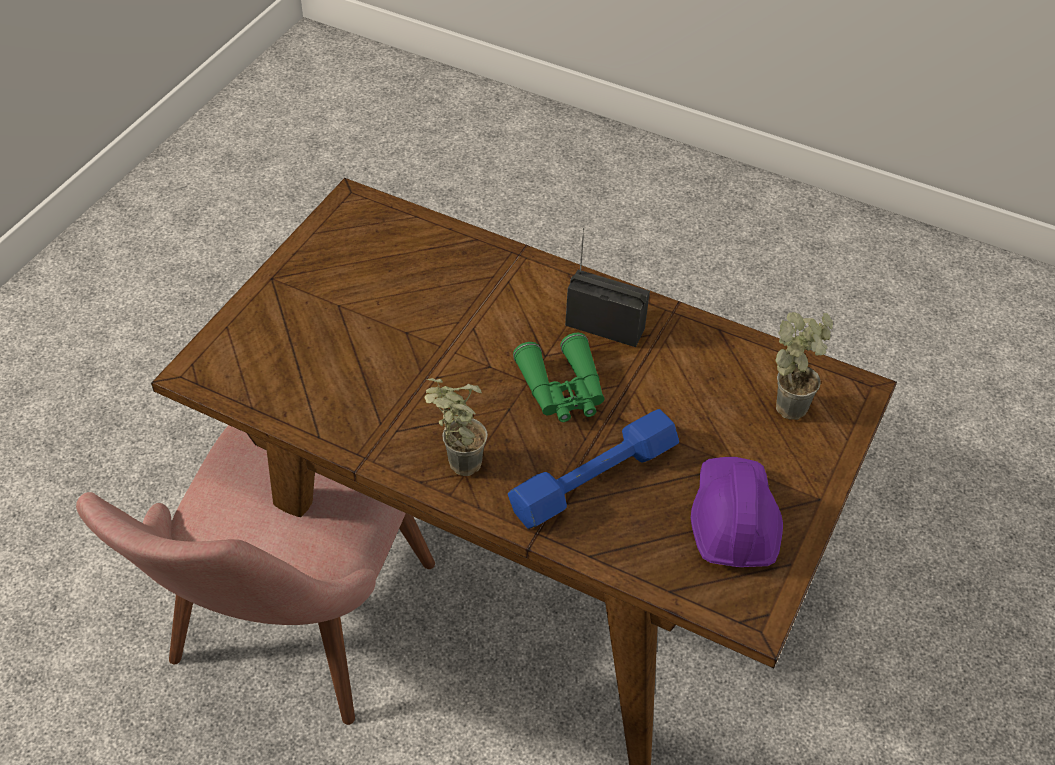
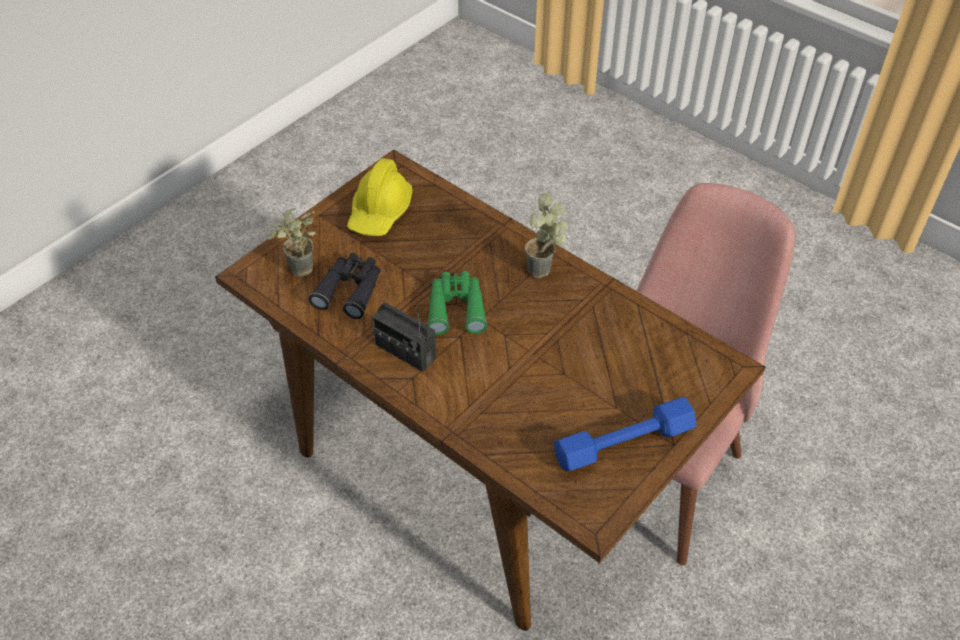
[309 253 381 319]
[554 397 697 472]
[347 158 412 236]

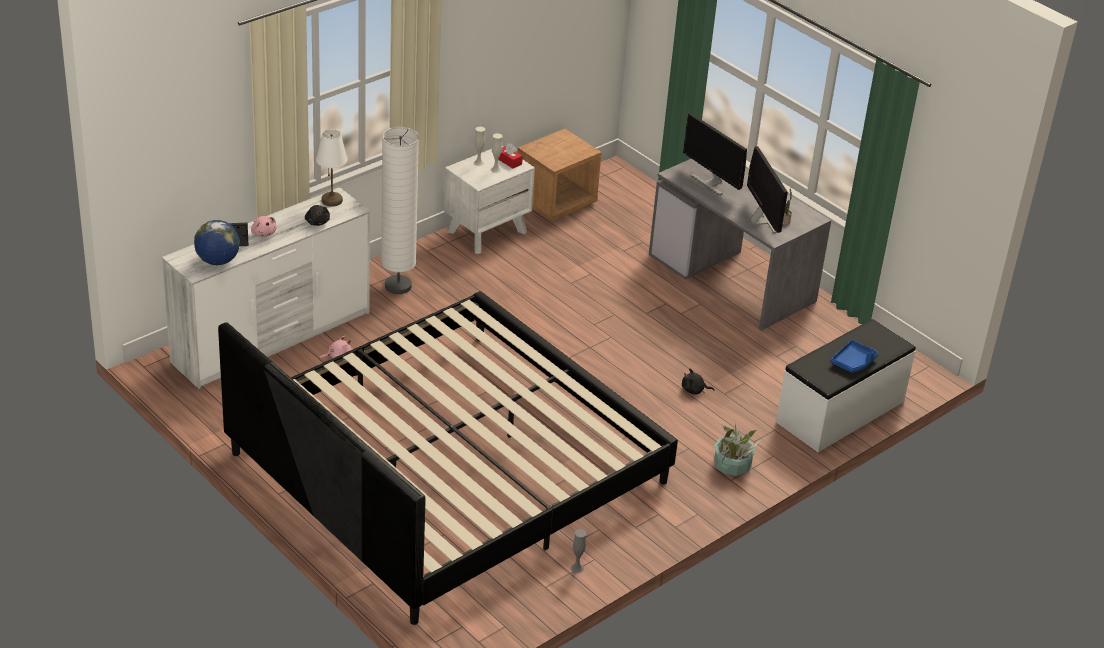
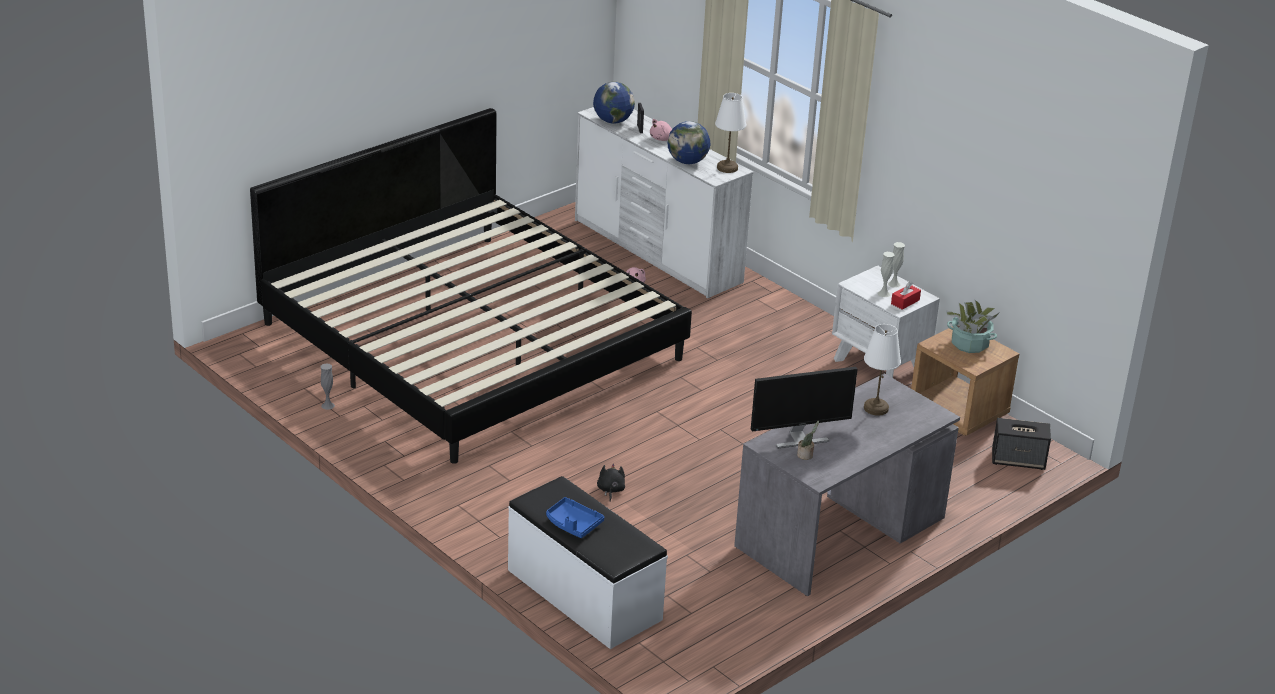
[381 127 419 294] (first image)
[992 418 1051 470]
[946 299 1000 353]
[668 121 710 164]
[864 324 901 416]

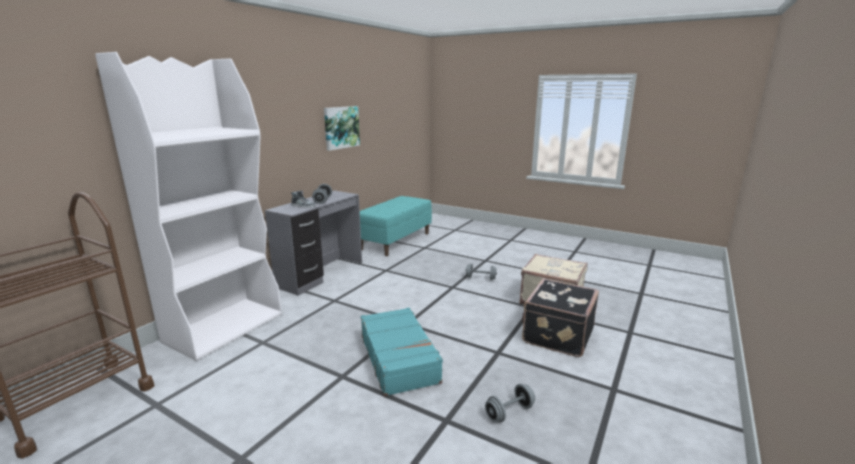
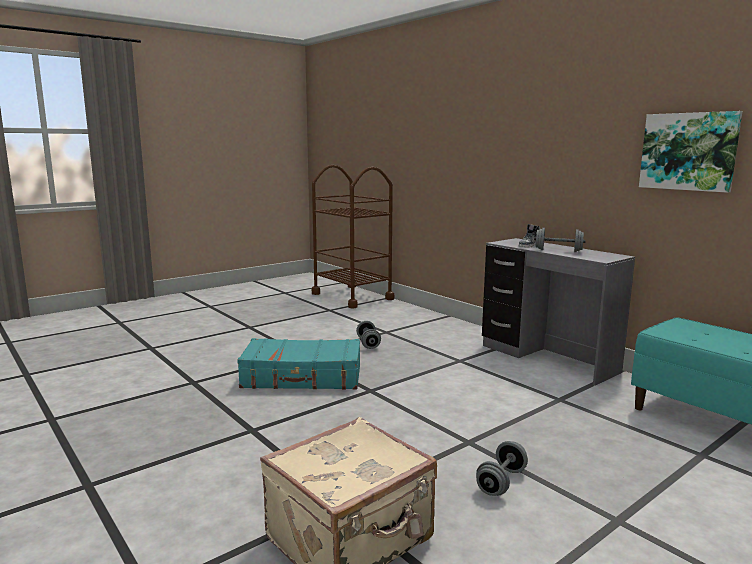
[95 52 282 361] (first image)
[521 278 599 357] (first image)
[356 321 381 349]

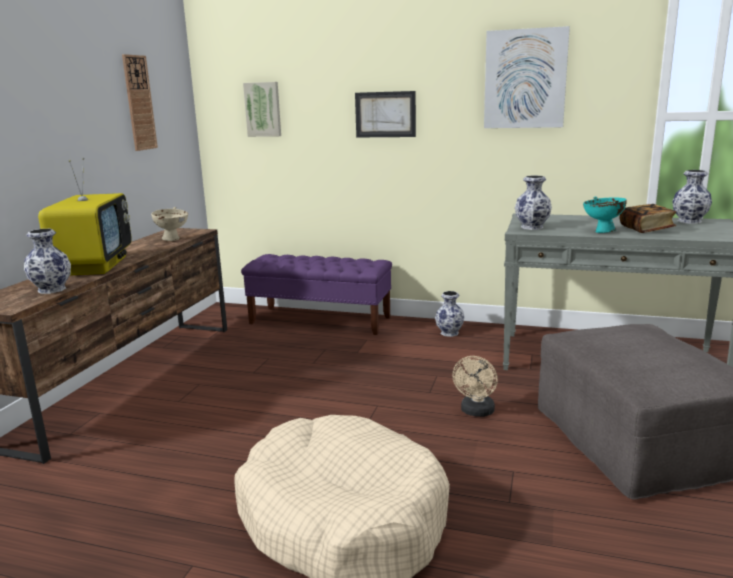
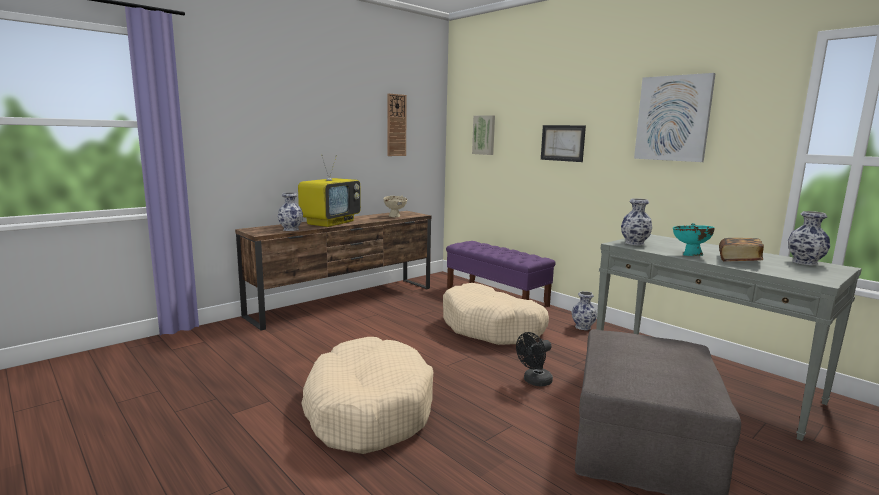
[443 283 549 345]
[516 332 553 386]

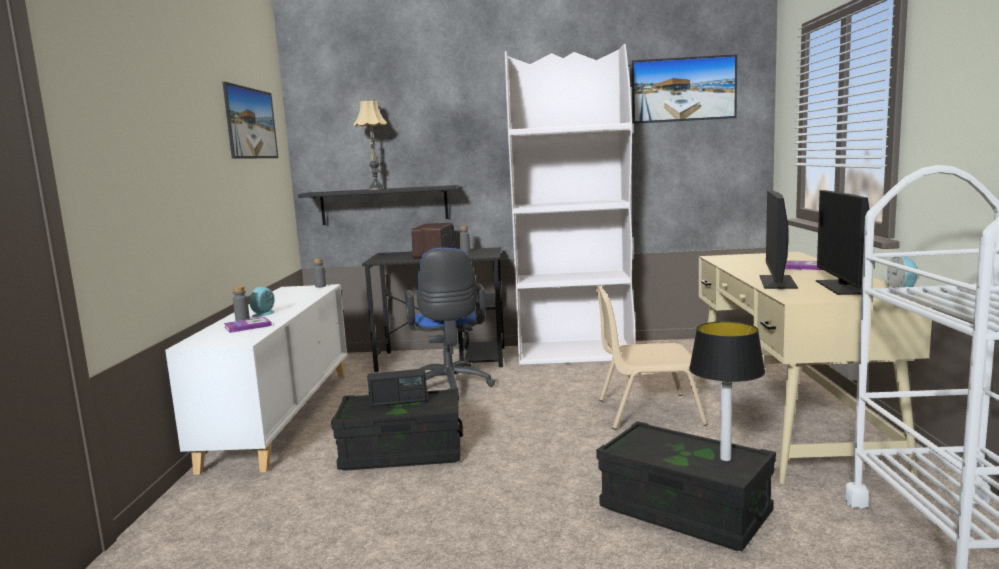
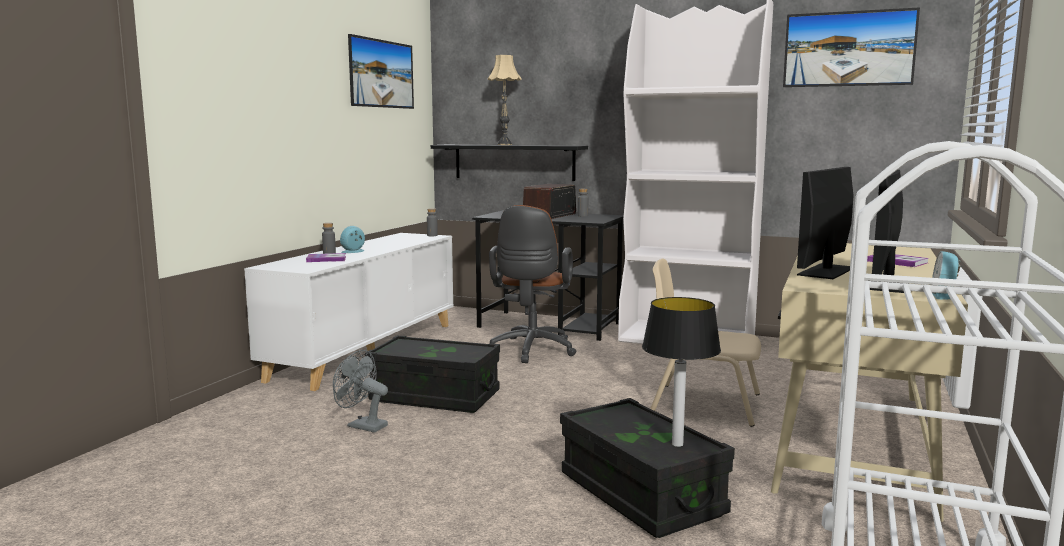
[368 368 428 407] (first image)
[333 350 388 433]
[489 205 577 363]

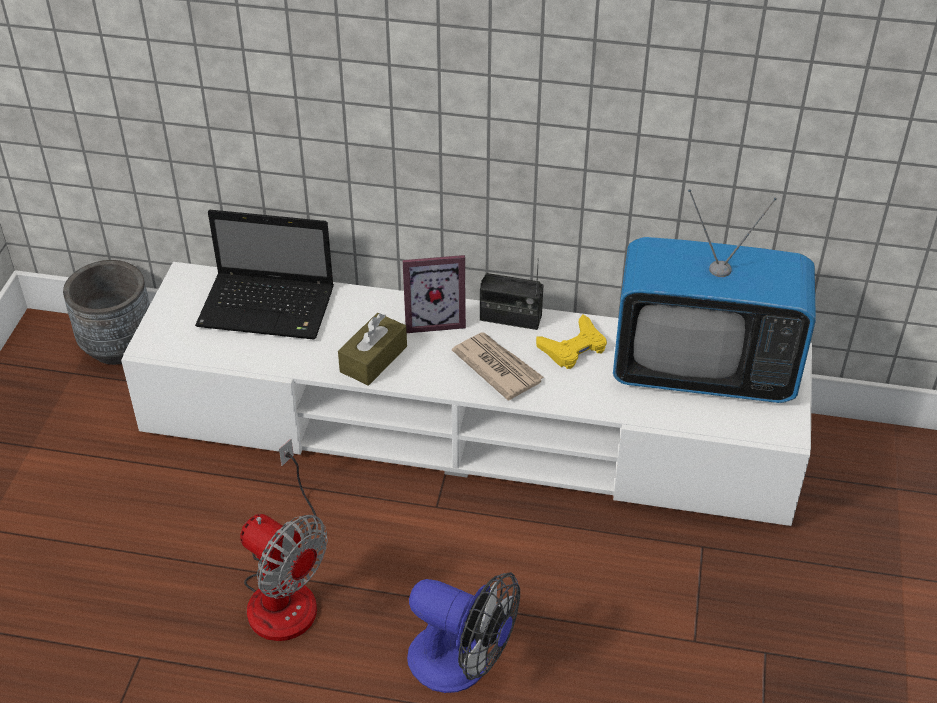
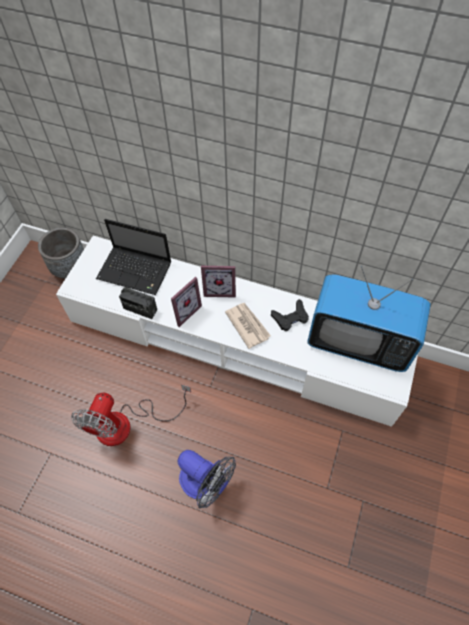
[119 287 157 319]
[171 277 202 327]
[271 299 309 331]
[71 384 191 446]

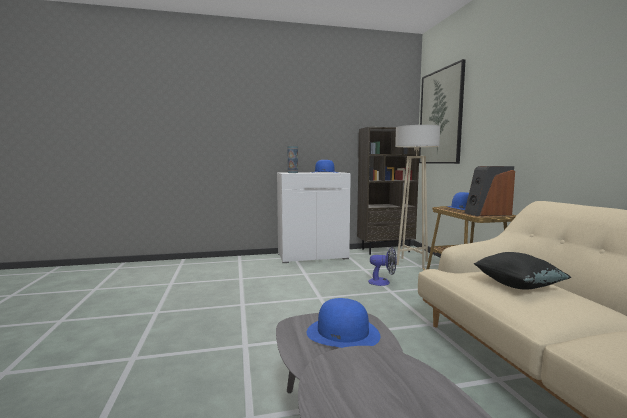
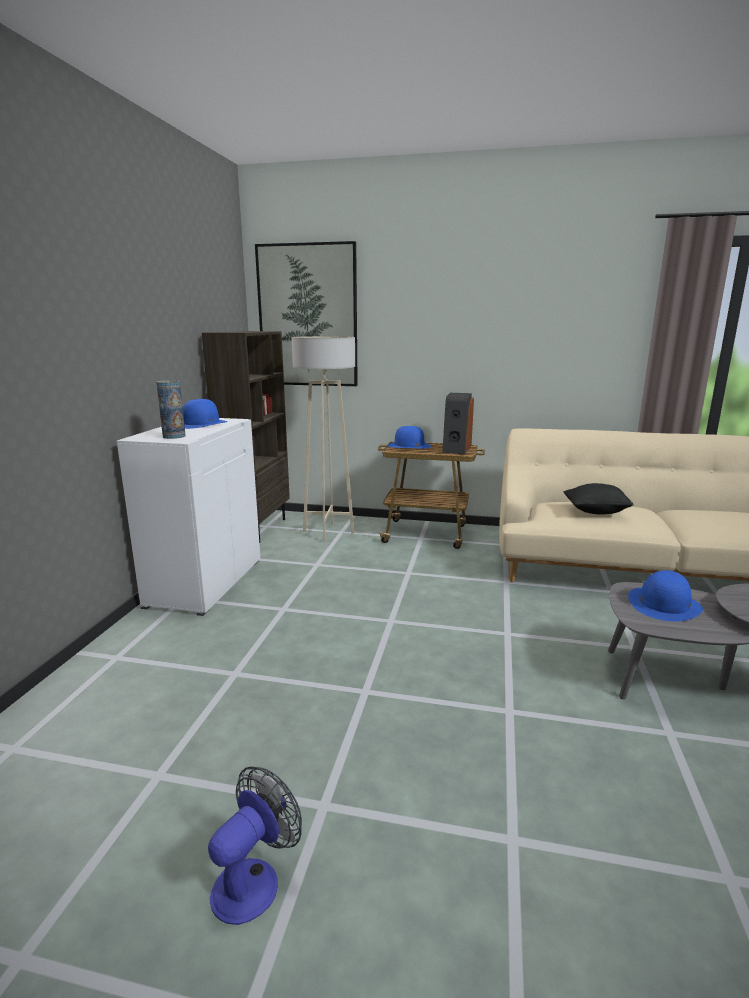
[208 766 302 925]

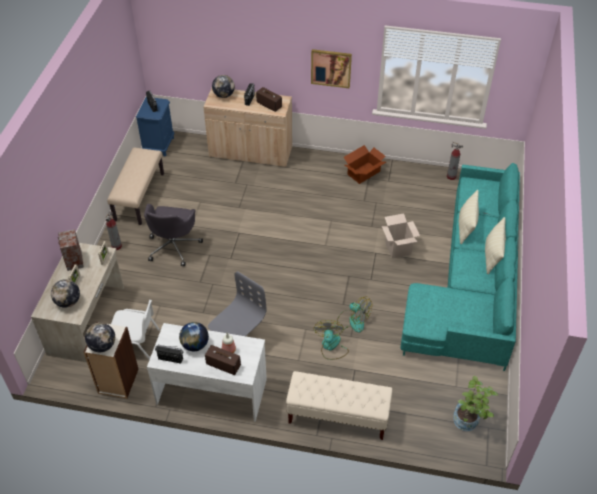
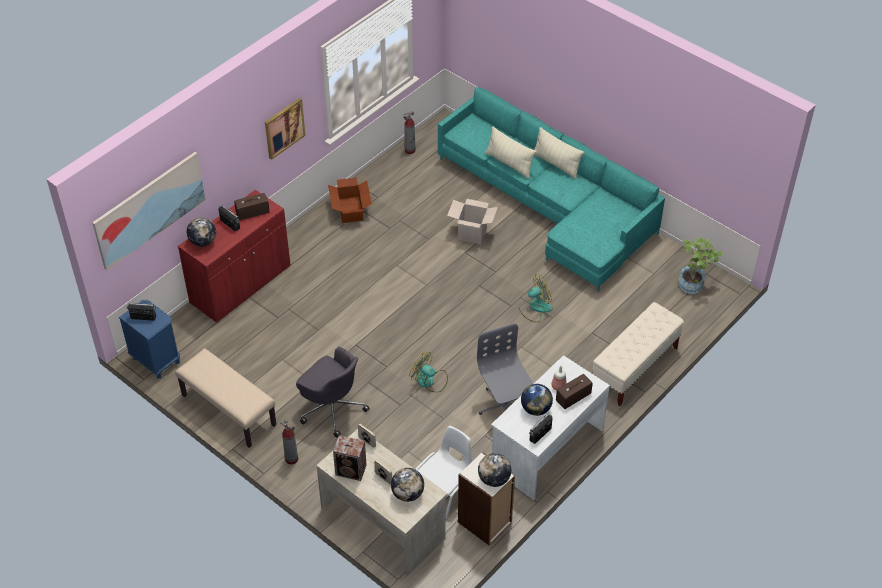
[92 152 205 270]
[409 351 448 392]
[178 190 291 322]

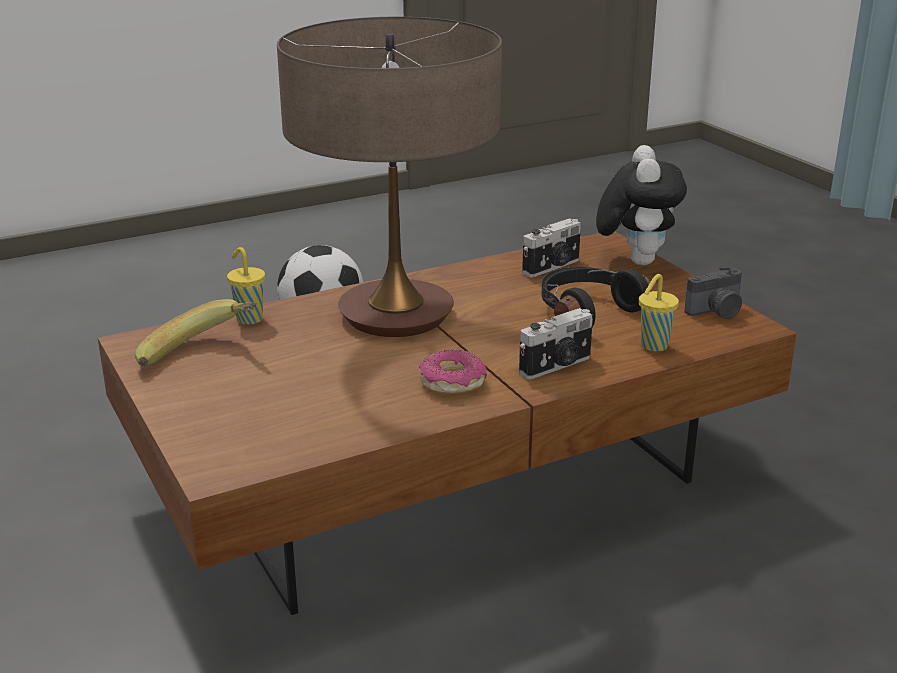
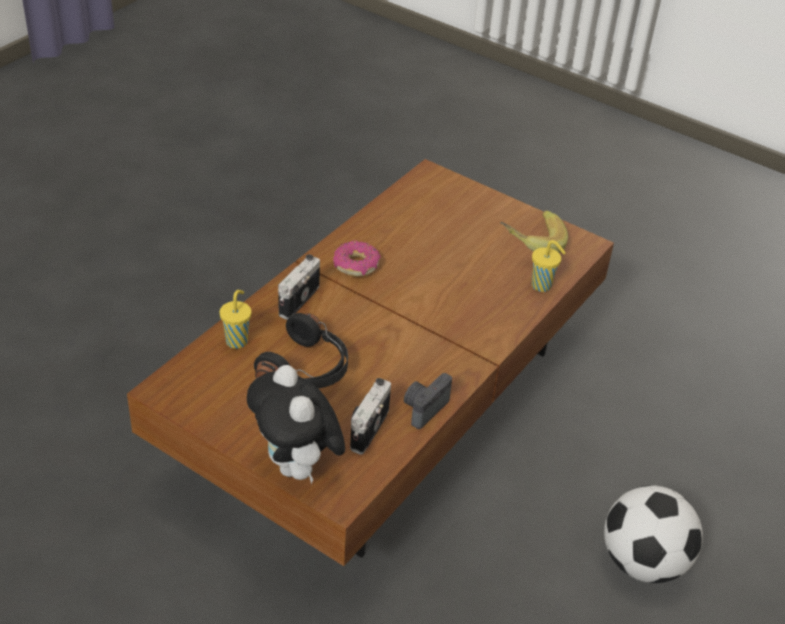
[277 17 502 337] (first image)
[404 373 452 429]

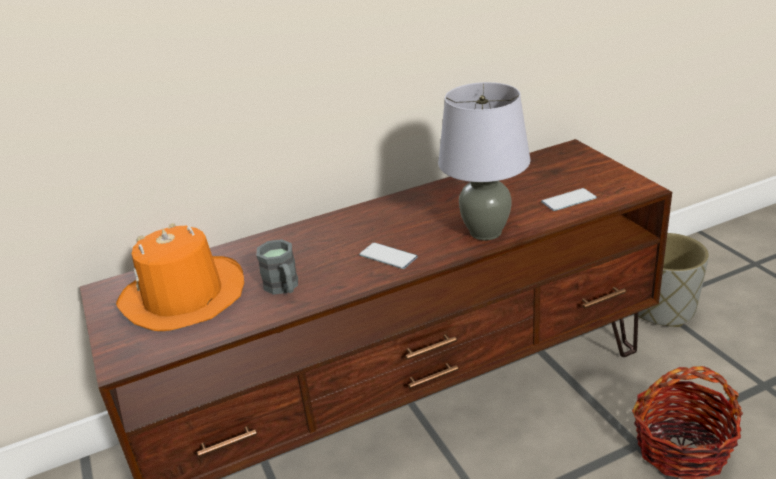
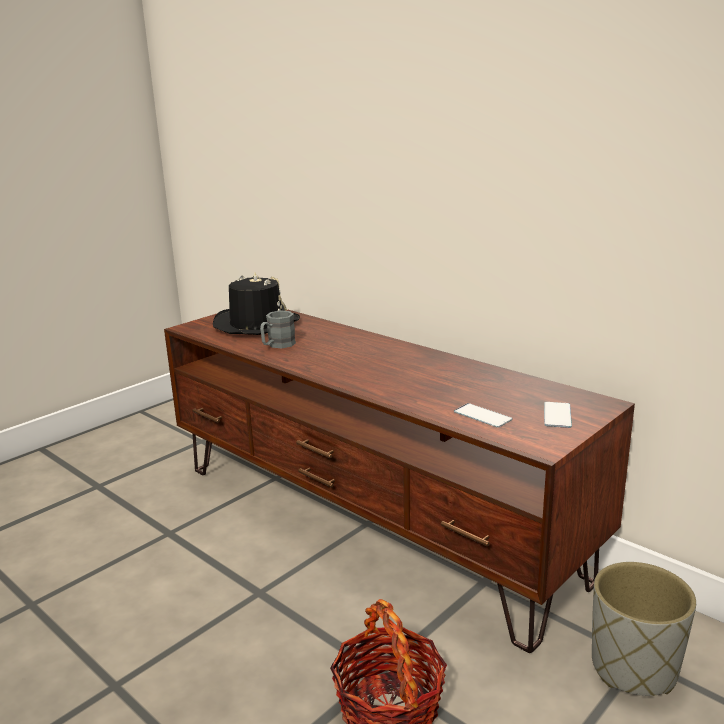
[438 82 531 241] (first image)
[544 402 572 428]
[213 273 300 335]

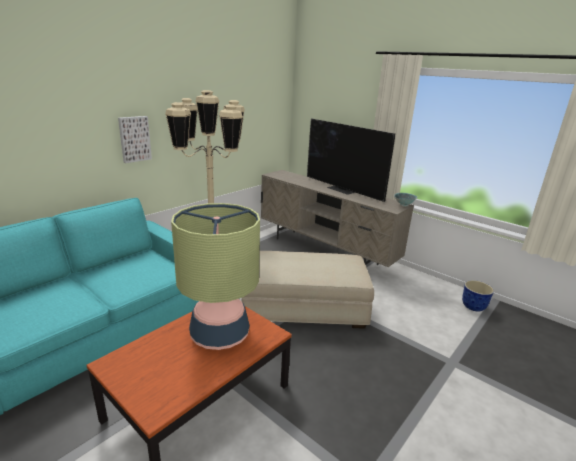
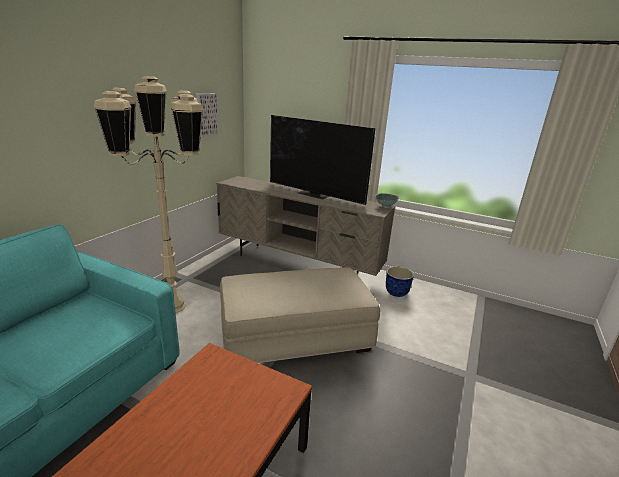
[171 203 260 350] (first image)
[196 94 219 137]
[386 267 414 297]

